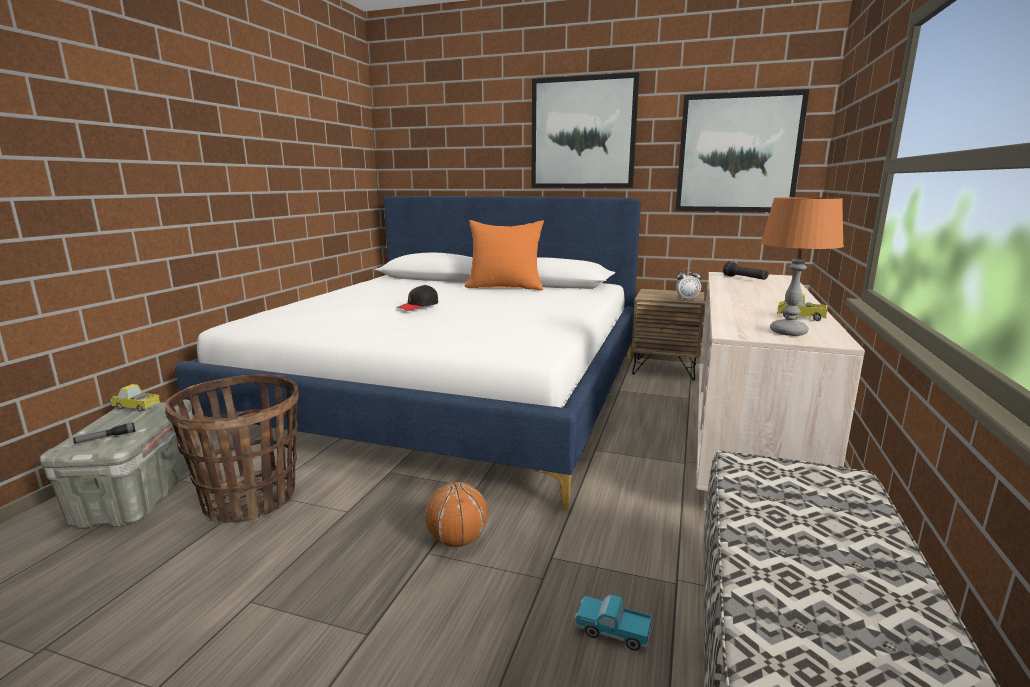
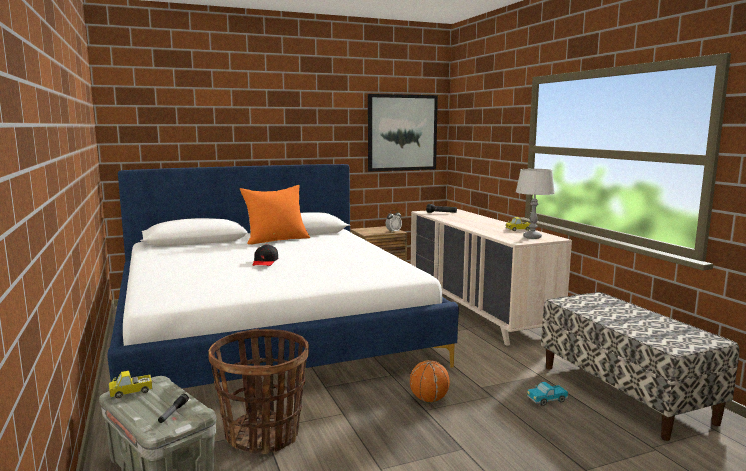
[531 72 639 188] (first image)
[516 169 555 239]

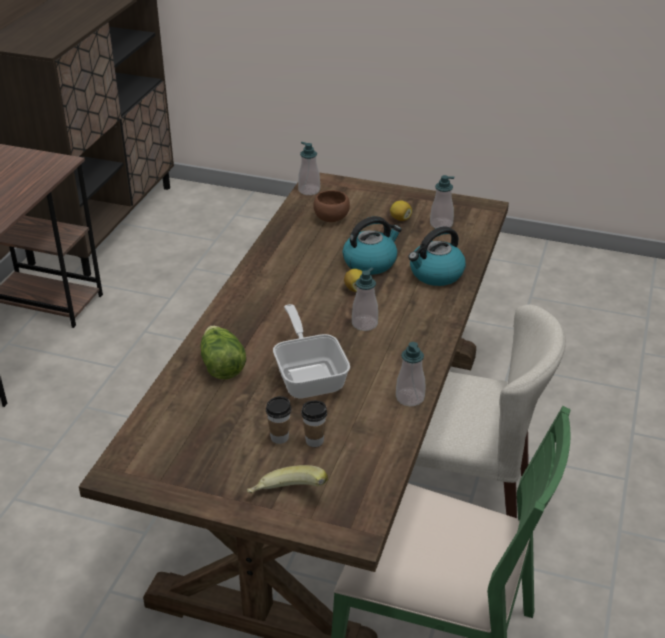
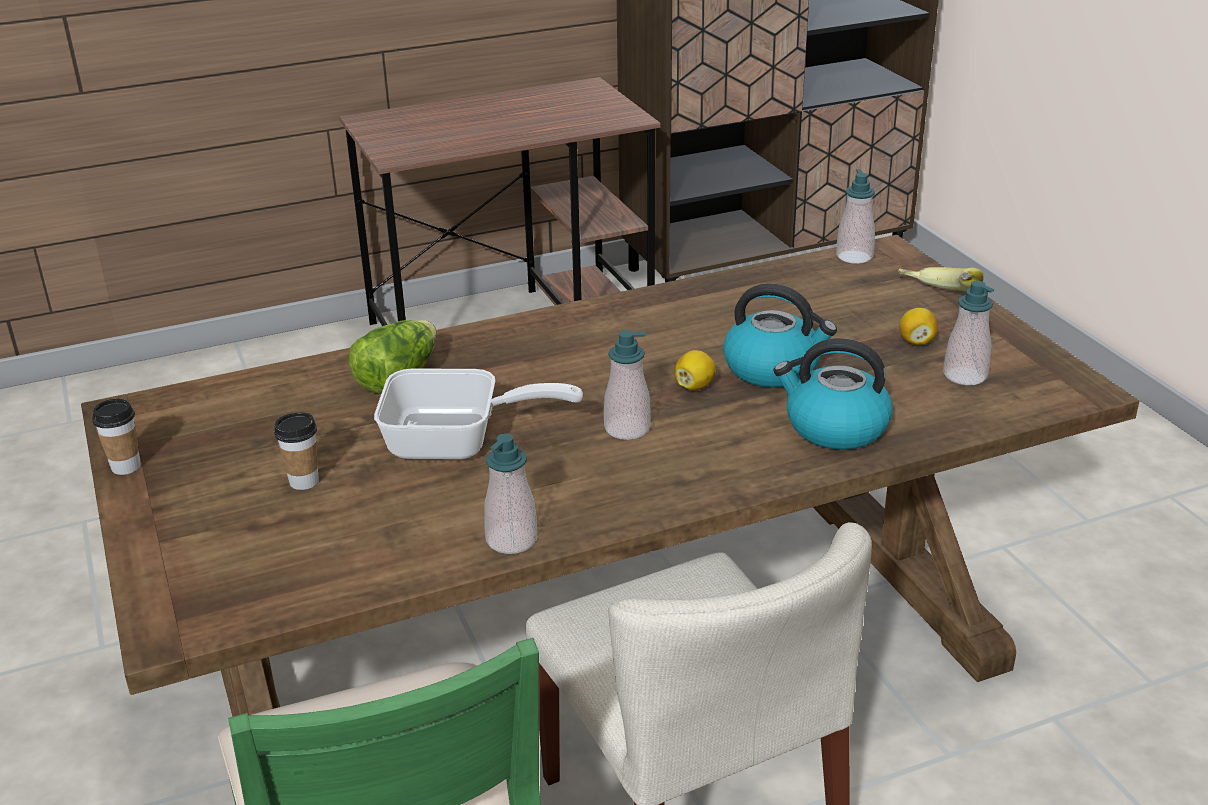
[314 190 350 222] (first image)
[898 267 983 291]
[92 399 141 475]
[374 368 583 460]

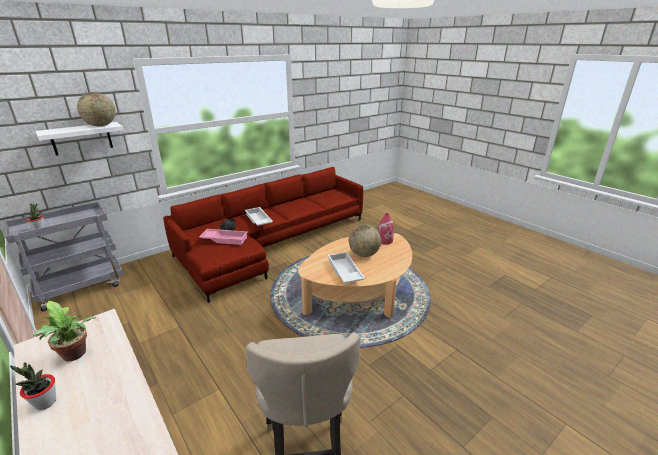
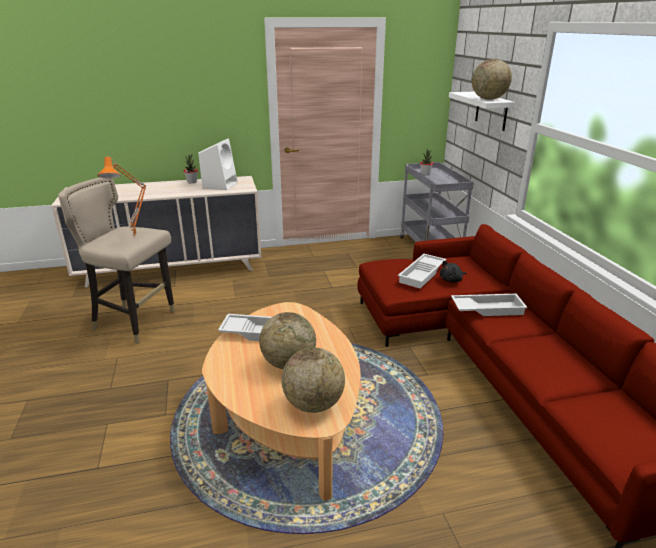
[98 156 146 238]
[198 138 238 190]
[282 347 345 413]
[398 254 446 289]

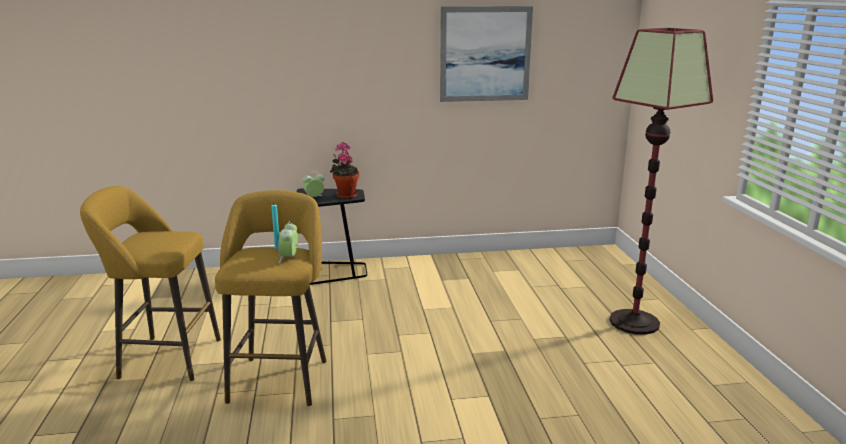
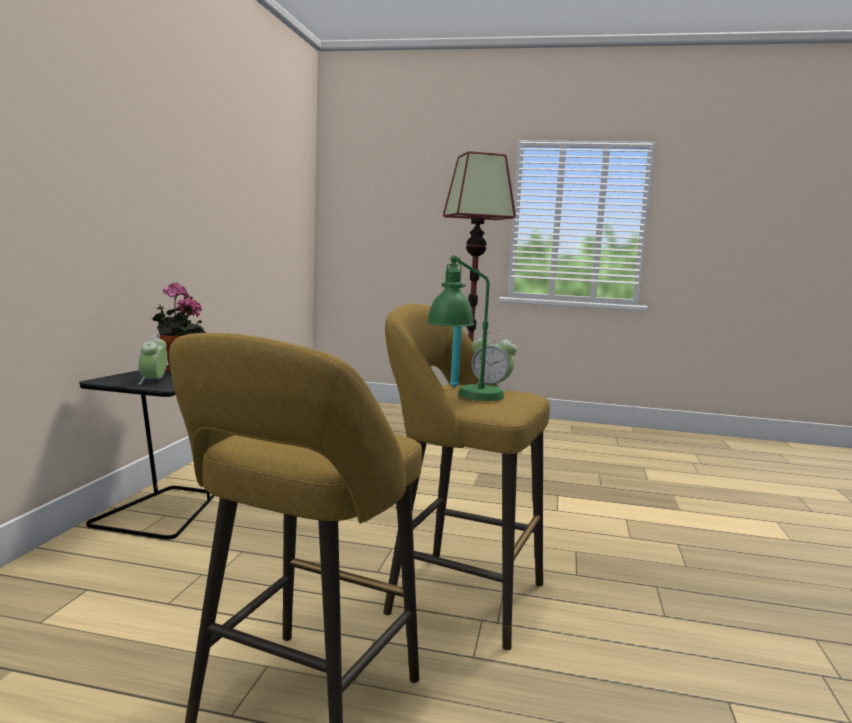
[440 6 533 102] (first image)
[427 255 504 401]

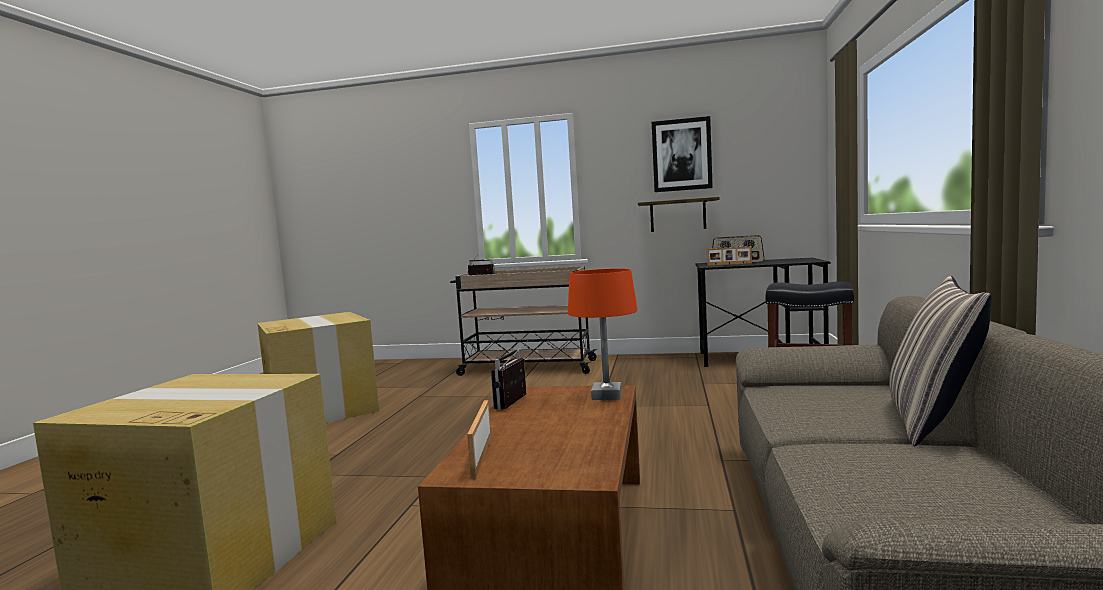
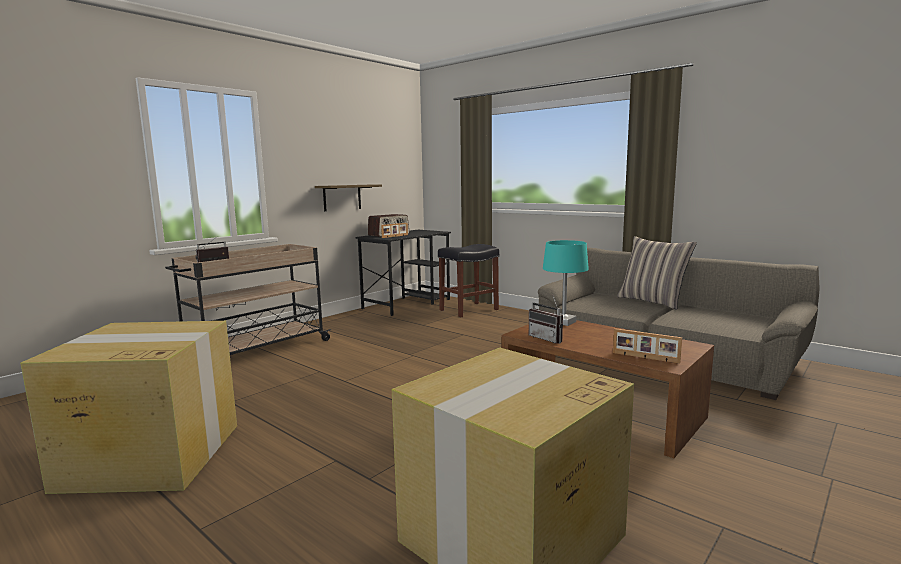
[652 116 713 192] (first image)
[543 240 589 326]

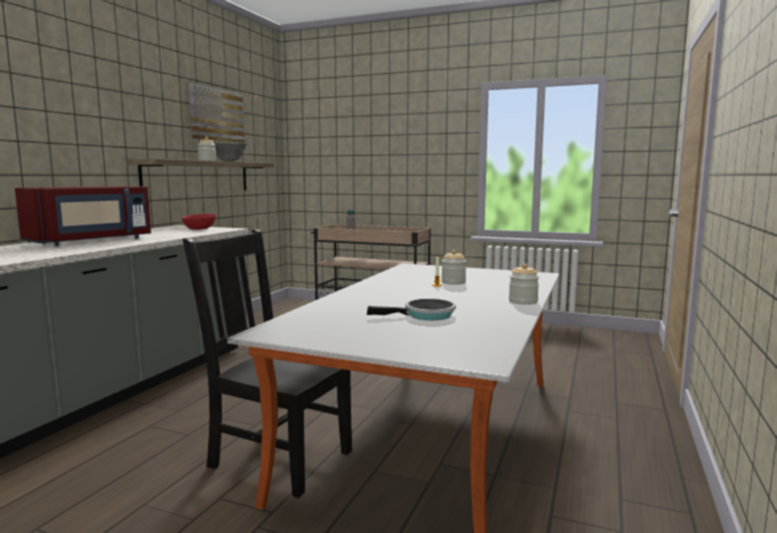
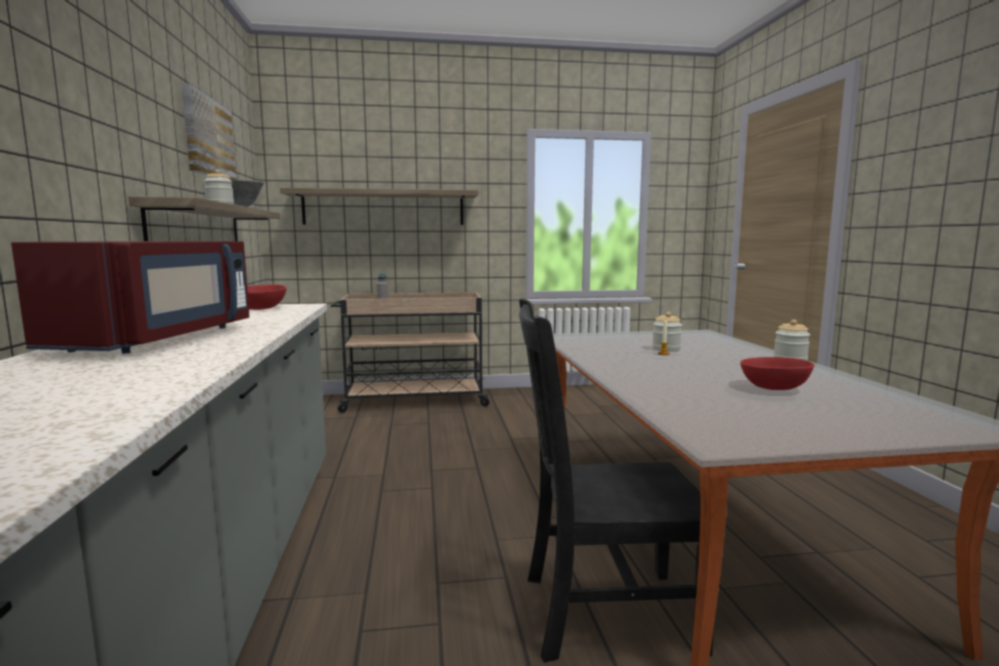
[280 188 478 225]
[740 357 814 390]

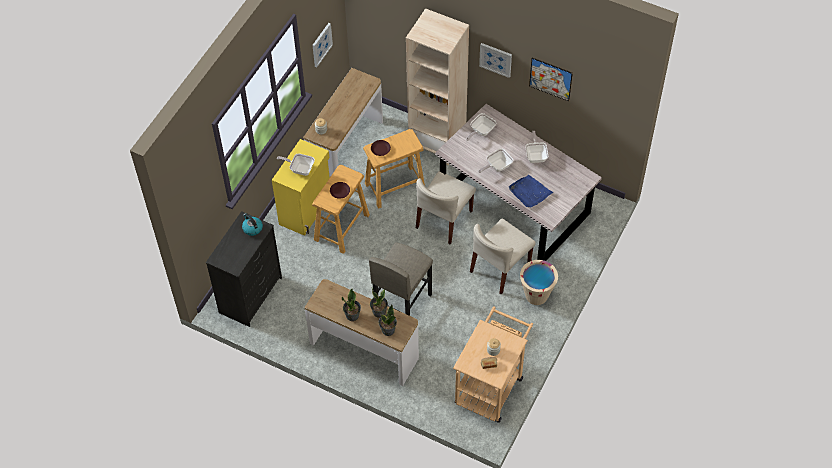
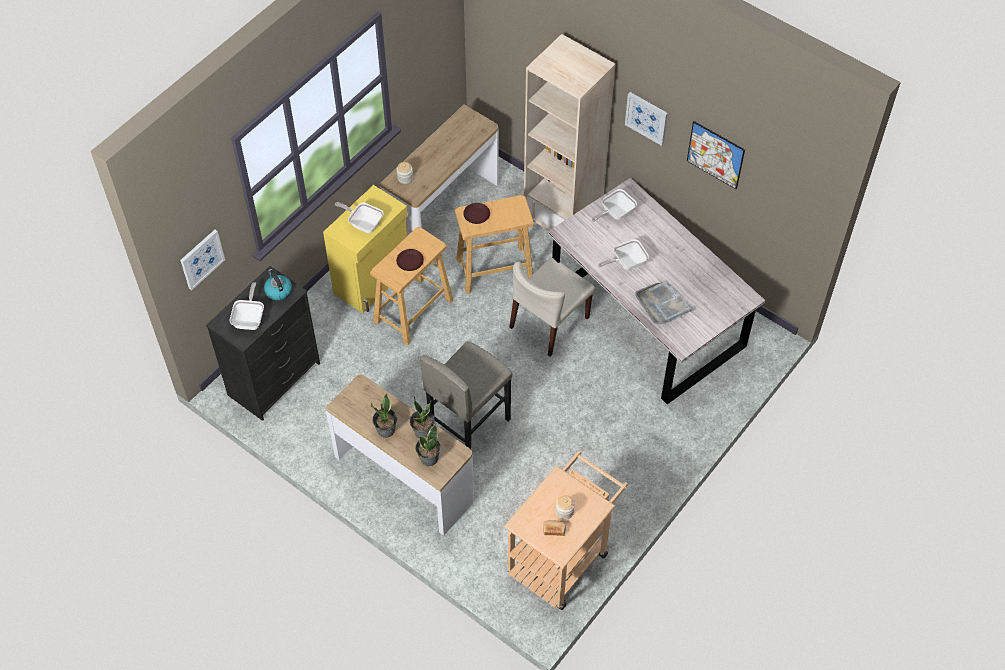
[470 219 536 294] (first image)
[520 260 558 305] (first image)
[180 230 225 290]
[230 282 264 330]
[635 280 695 325]

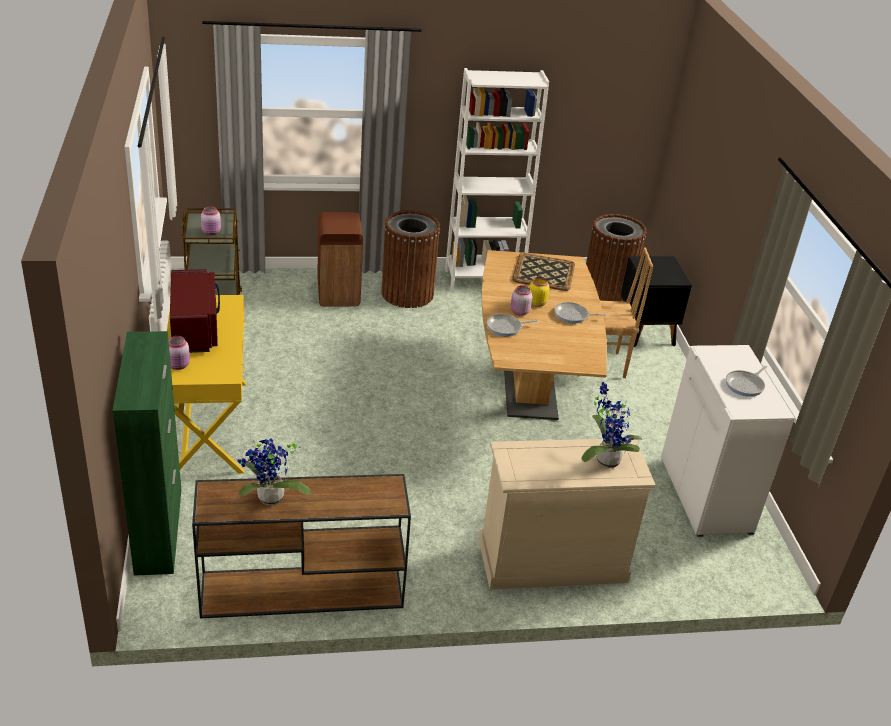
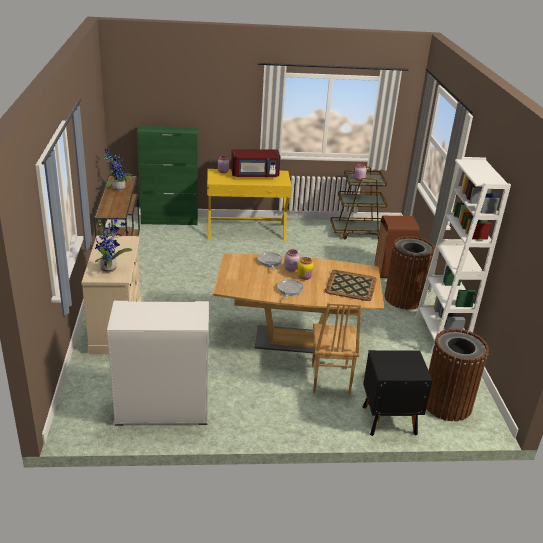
[726 366 768 397] (first image)

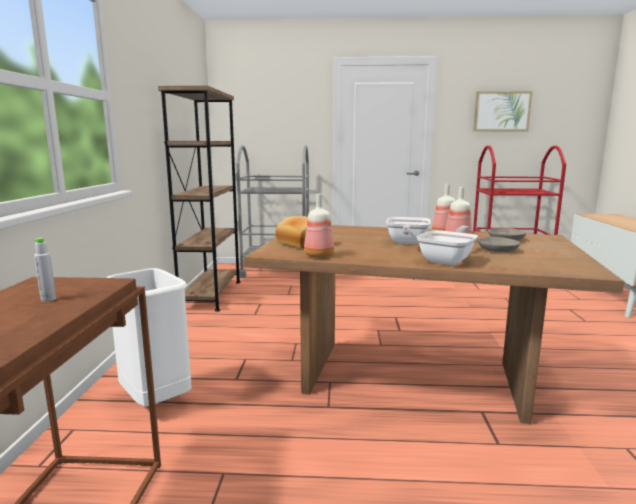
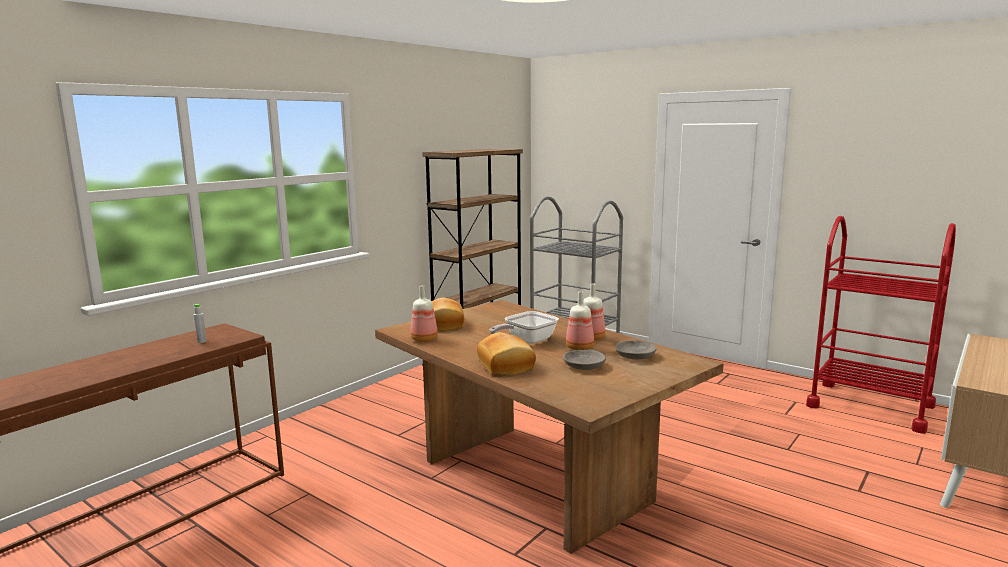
[106 268 192 406] (first image)
[473 91 532 131] (first image)
[477 332 536 375]

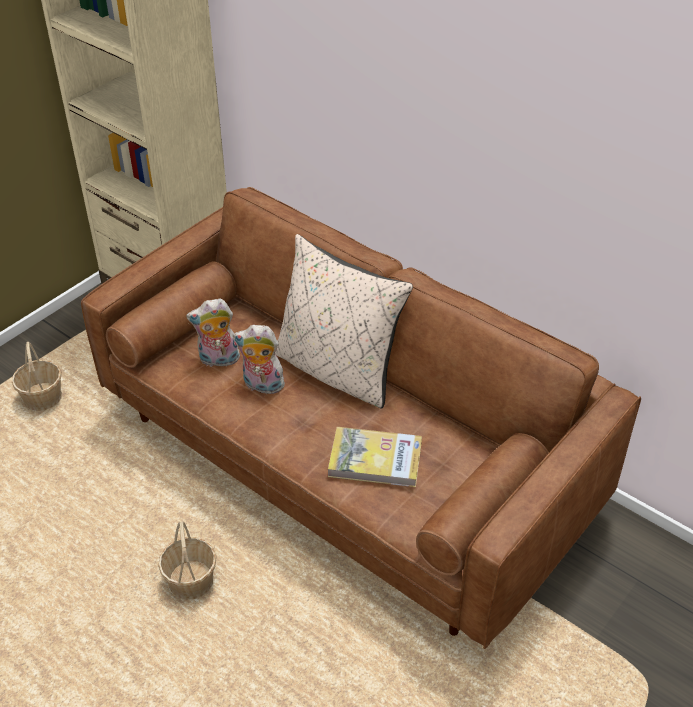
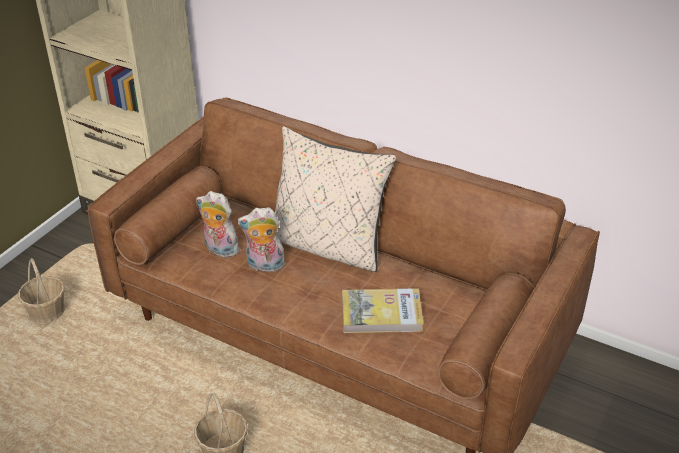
[196 191 239 258]

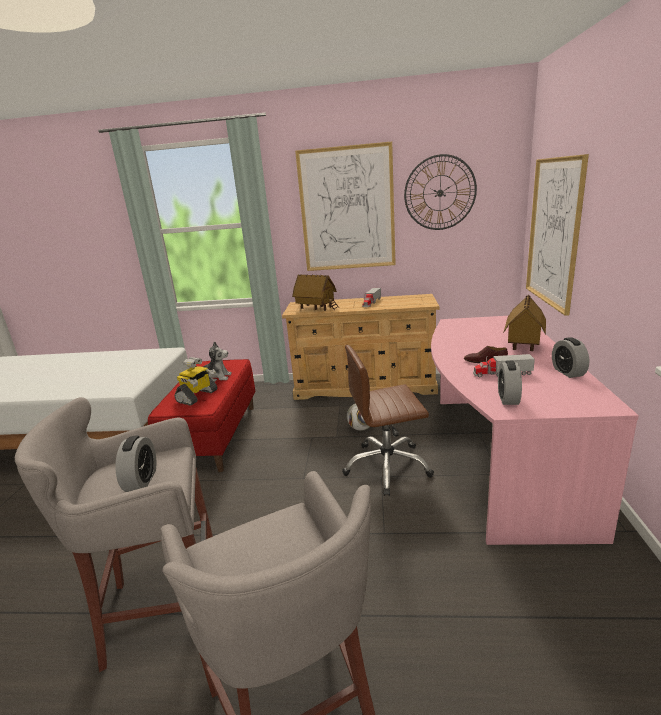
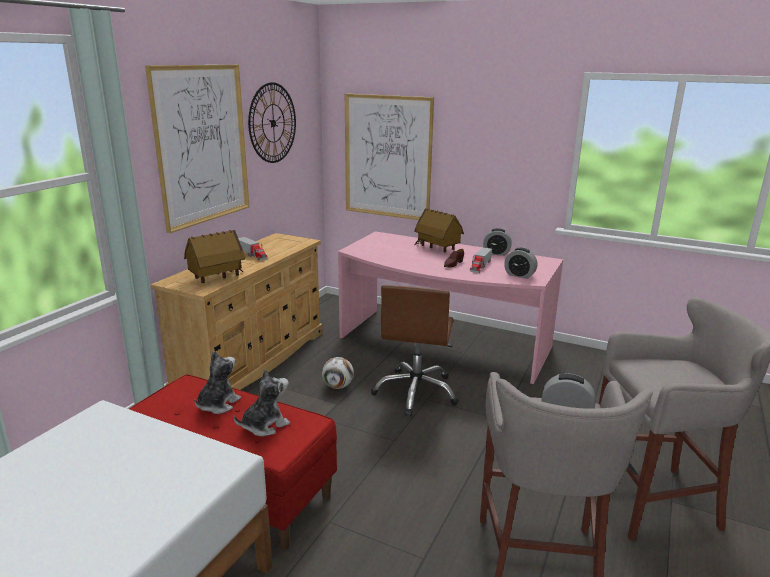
[234 369 290 436]

